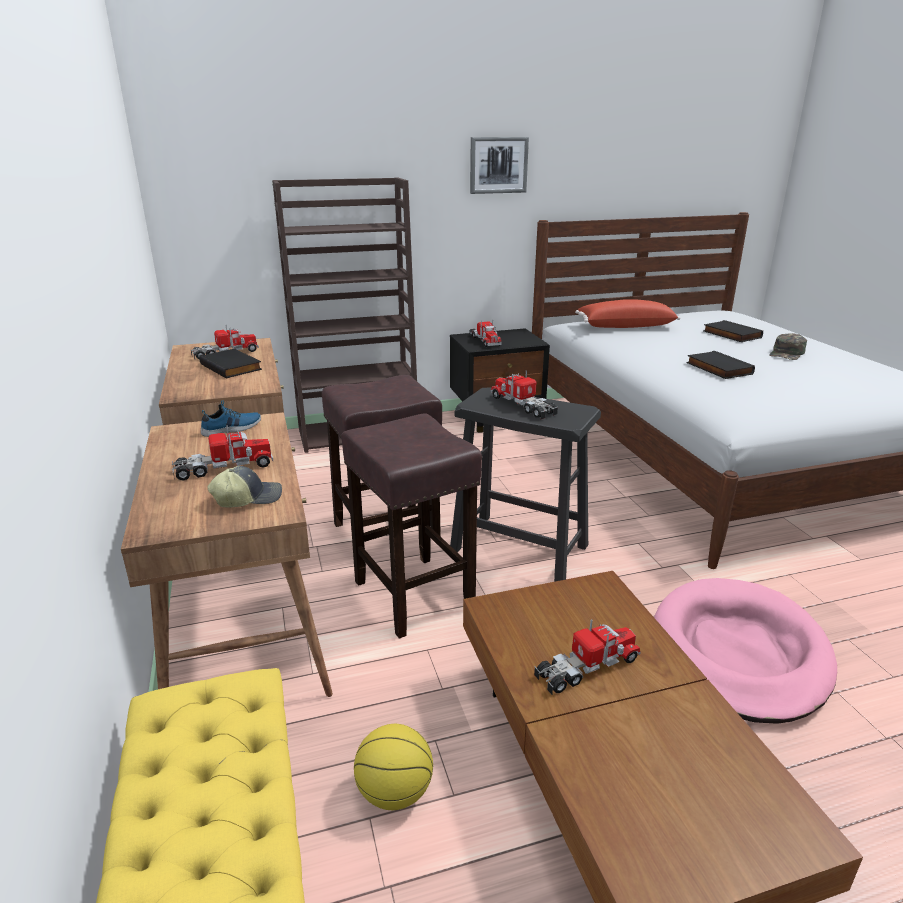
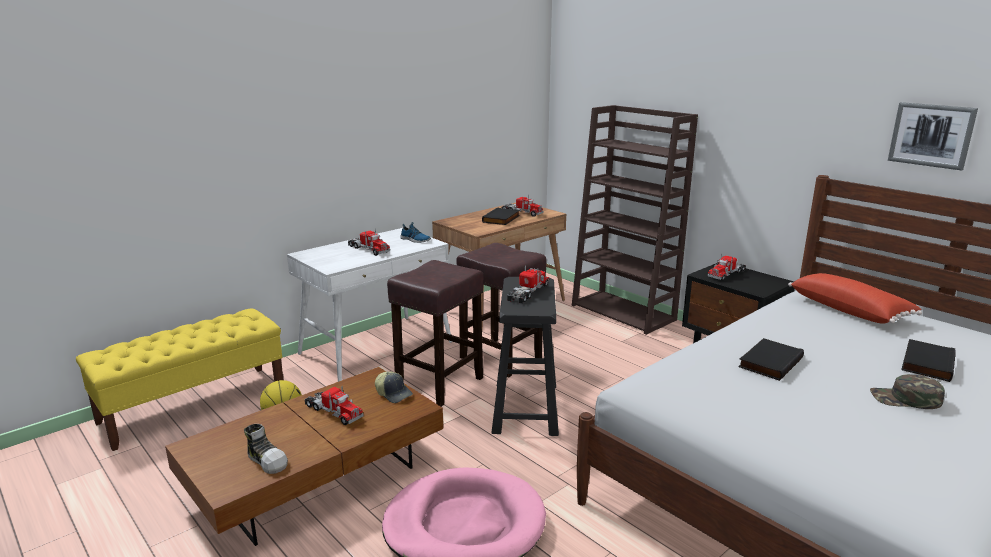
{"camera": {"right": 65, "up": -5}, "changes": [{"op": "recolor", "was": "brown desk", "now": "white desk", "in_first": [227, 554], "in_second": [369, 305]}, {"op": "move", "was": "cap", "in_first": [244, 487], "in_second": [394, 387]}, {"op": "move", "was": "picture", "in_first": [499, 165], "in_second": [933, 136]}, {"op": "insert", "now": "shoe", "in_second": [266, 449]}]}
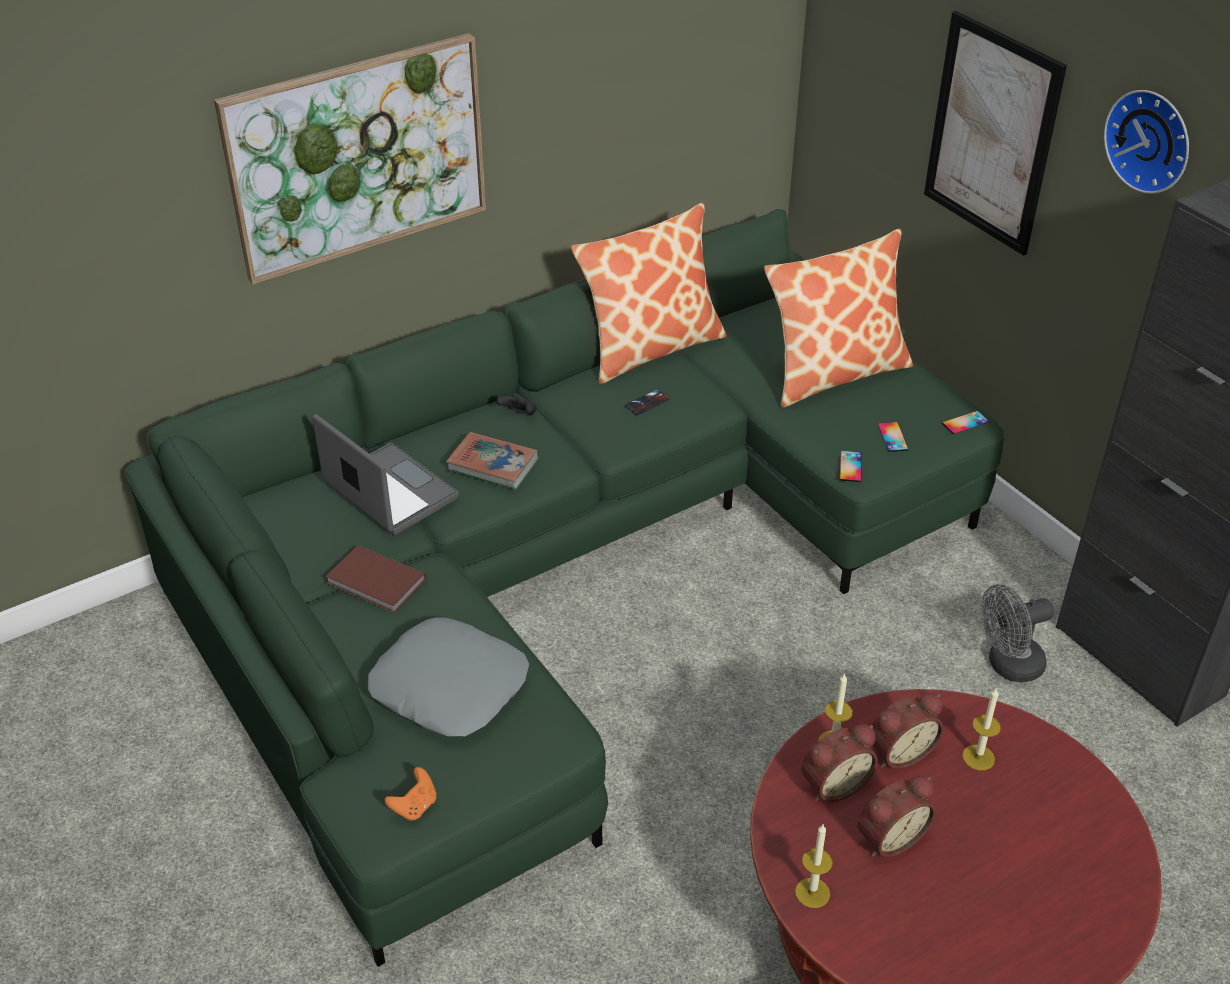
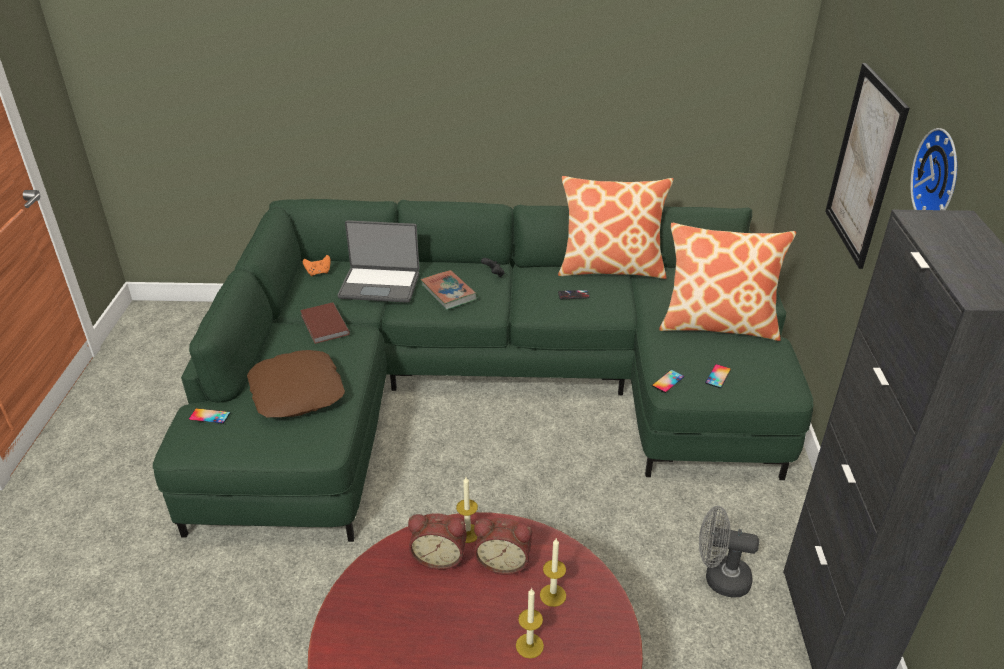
{"camera": {"right": 35, "up": -5}, "changes": [{"op": "delete", "was": "picture", "in_first": [350, 158]}, {"op": "rotate", "was": "laptop", "in_first": [385, 474], "in_second": [378, 261], "clockwise": 105}, {"op": "recolor", "was": "grey pillow", "now": "brown pillow", "in_first": [448, 676], "in_second": [296, 383]}, {"op": "move", "was": "orange game controller", "in_first": [410, 794], "in_second": [317, 265]}, {"op": "move", "was": "candle", "in_first": [814, 866], "in_second": [530, 623]}, {"op": "delete", "was": "alarm clock", "in_first": [896, 816]}, {"op": "move", "was": "phone", "in_first": [965, 422], "in_second": [209, 416]}]}
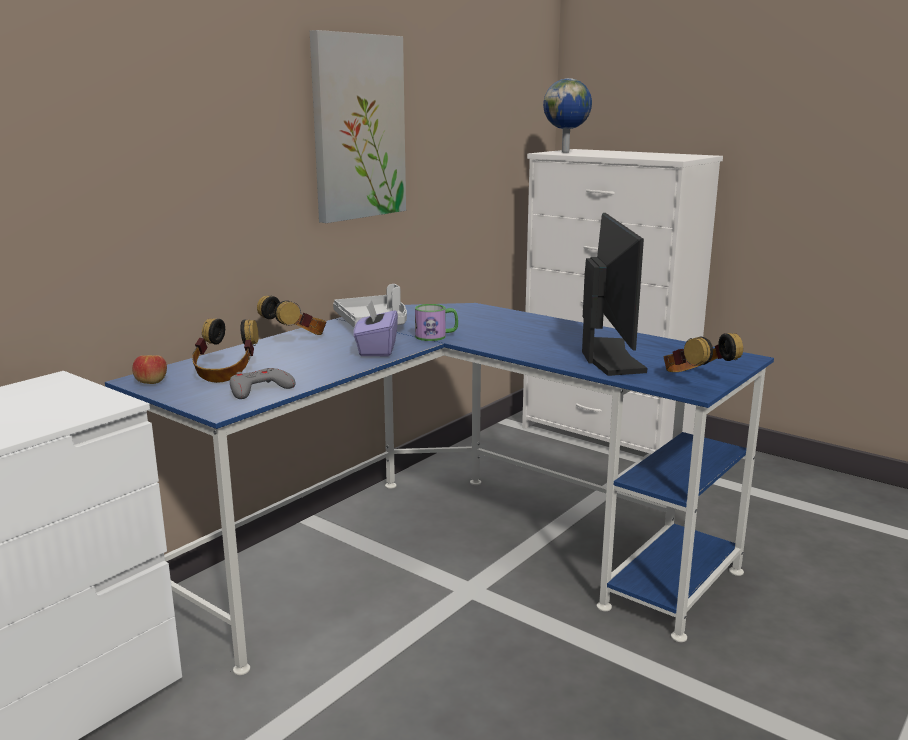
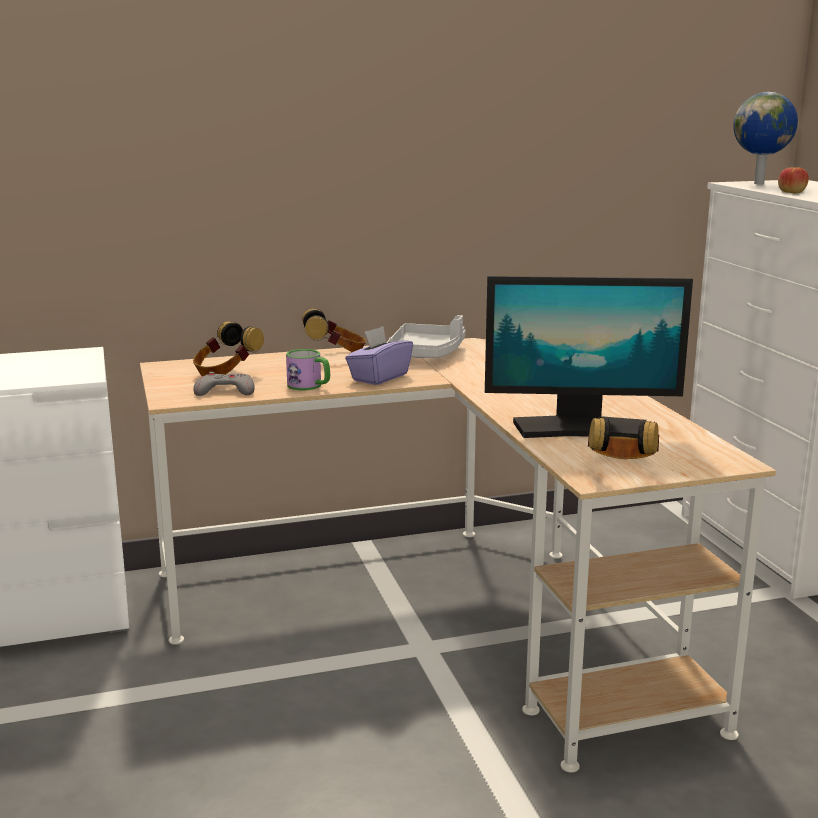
{"camera": {"right": 35, "up": 0}, "changes": [{"op": "recolor", "was": "blue desk", "now": "beige desk", "in_first": [439, 489], "in_second": [458, 555]}, {"op": "move", "was": "apple", "in_first": [149, 369], "in_second": [793, 180]}, {"op": "delete", "was": "picture", "in_first": [358, 126]}, {"op": "move", "was": "mug", "in_first": [436, 322], "in_second": [308, 370]}, {"op": "rotate", "was": "monitor", "in_first": [614, 294], "in_second": [589, 357], "clockwise": 60}]}
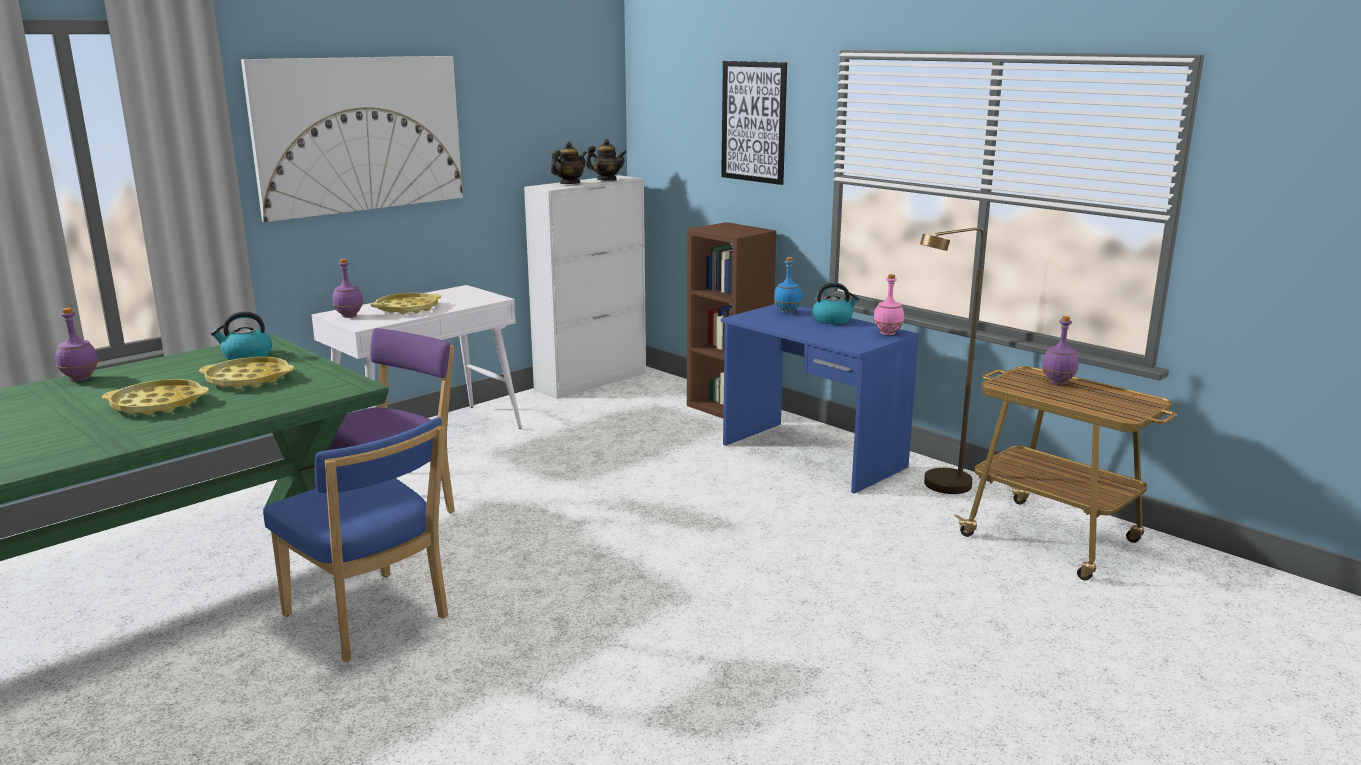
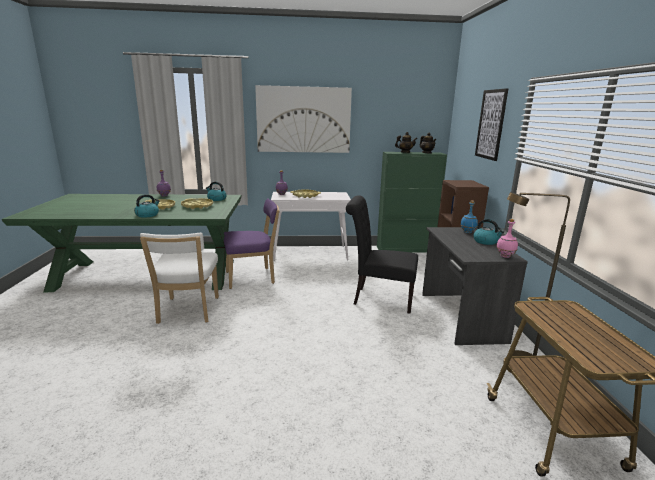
{"camera": {"right": 40, "up": 0}, "changes": [{"op": "recolor", "was": "blue chair", "now": "white chair", "in_first": [355, 540], "in_second": [179, 278]}, {"op": "recolor", "was": "white cabinet", "now": "green cabinet", "in_first": [585, 287], "in_second": [412, 202]}, {"op": "recolor", "was": "blue desk", "now": "grey desk", "in_first": [820, 399], "in_second": [475, 286]}, {"op": "delete", "was": "purple bottle", "in_first": [1060, 350]}, {"op": "insert", "now": "kettle", "in_second": [147, 206]}, {"op": "insert", "now": "black chair", "in_second": [382, 254]}]}
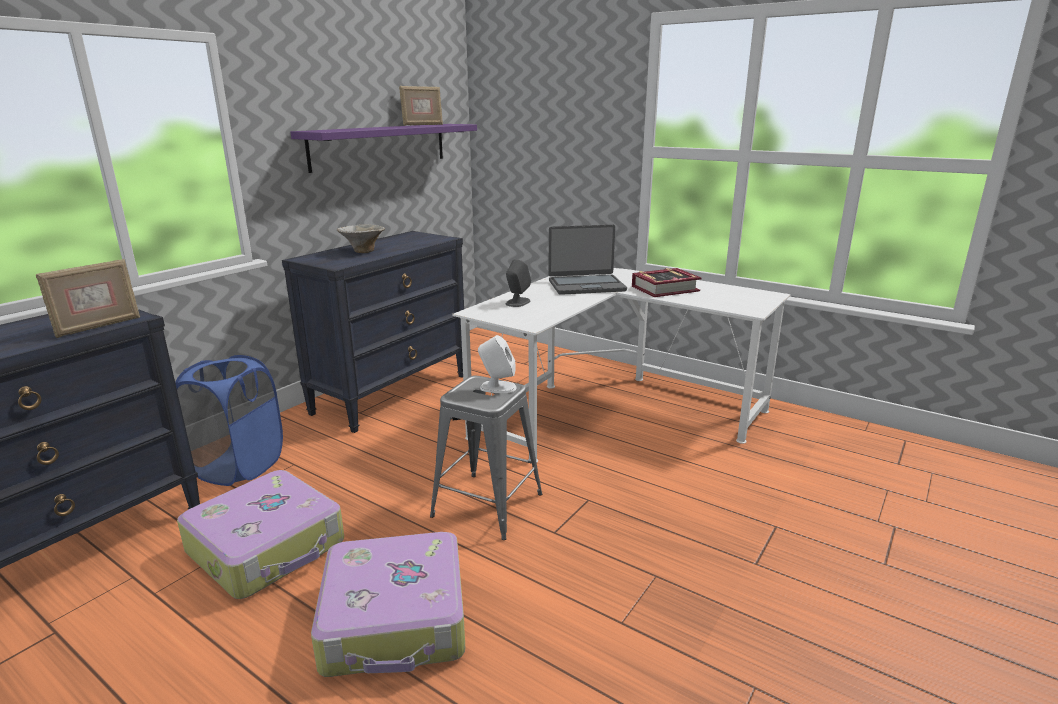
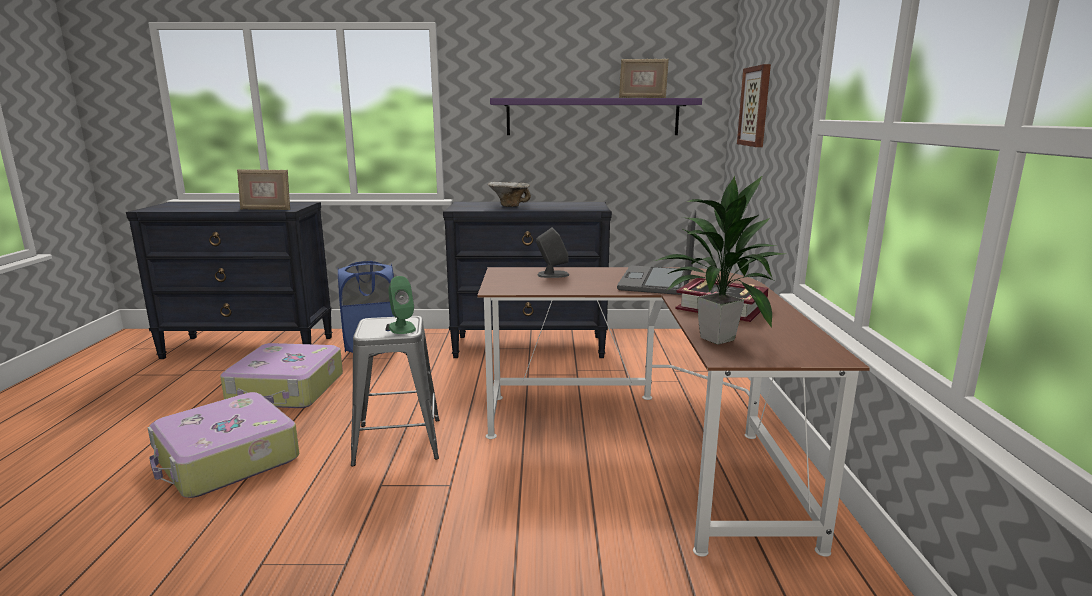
{"camera": {"right": 55, "up": -5}, "changes": [{"op": "recolor", "was": "white desk", "now": "brown desk", "in_first": [621, 365], "in_second": [673, 412]}, {"op": "recolor", "was": "white speaker", "now": "green speaker", "in_first": [497, 364], "in_second": [402, 305]}, {"op": "rotate", "was": "laptop", "in_first": [587, 260], "in_second": [656, 252], "clockwise": 60}, {"op": "insert", "now": "potted plant", "in_second": [719, 259]}, {"op": "insert", "now": "picture", "in_second": [754, 105]}]}
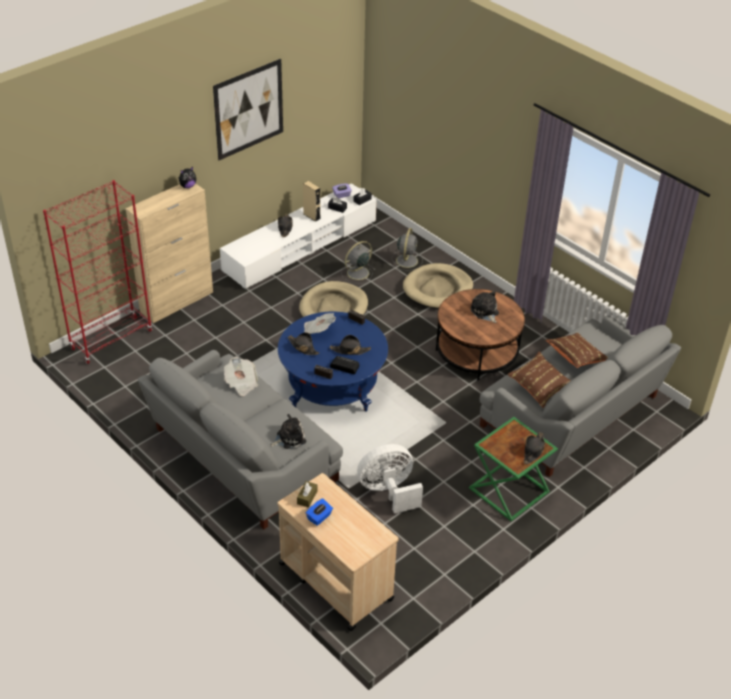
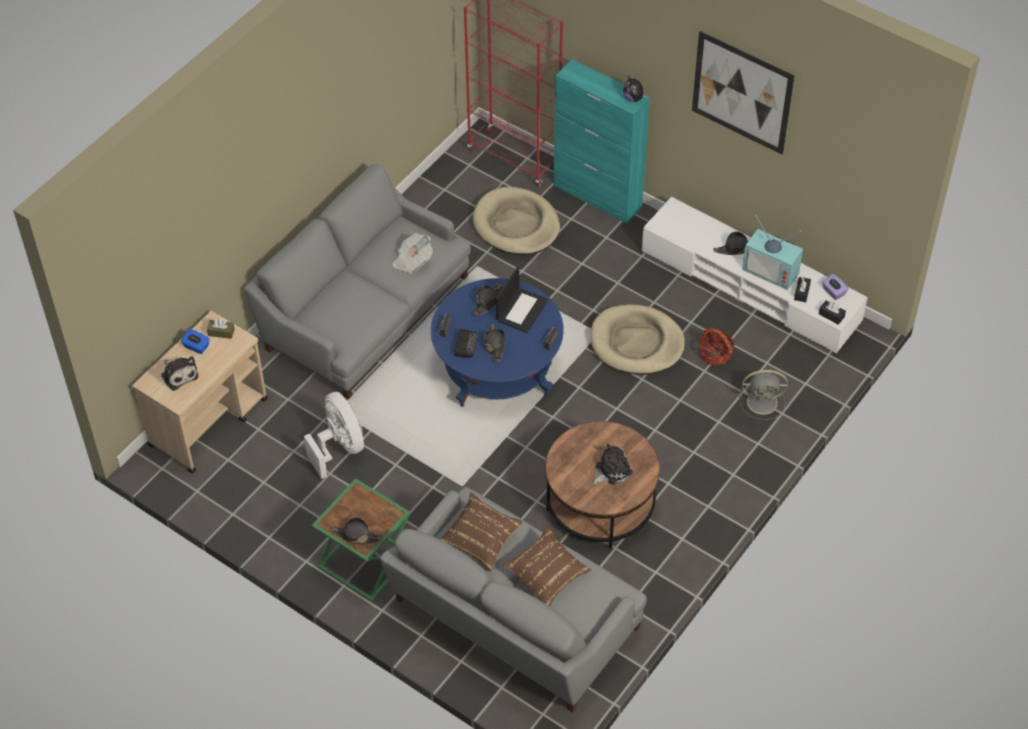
{"camera": {"right": 80, "up": 10}, "changes": [{"op": "recolor", "was": "beige cabinet", "now": "turquoise cabinet", "in_first": [169, 253], "in_second": [602, 141]}, {"op": "move", "was": "plush toy", "in_first": [288, 431], "in_second": [179, 373]}, {"op": "replace", "was": "beige speaker", "now": "television", "in_first": [311, 201], "in_second": [772, 252]}, {"op": "replace", "was": "newspaper", "now": "laptop", "in_first": [320, 323], "in_second": [522, 300]}, {"op": "replace", "was": "grey fan", "now": "basket", "in_first": [358, 262], "in_second": [717, 346]}, {"op": "move", "was": "beige dog bed", "in_first": [438, 286], "in_second": [516, 220]}]}
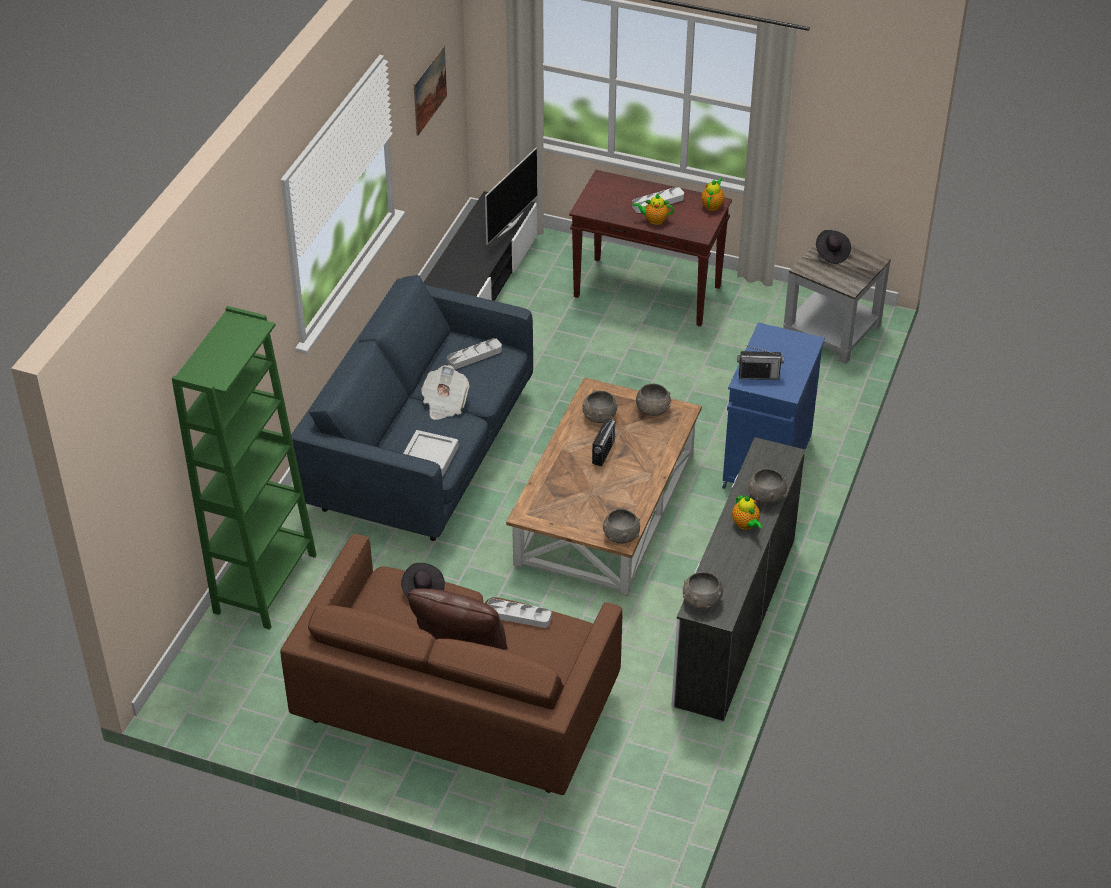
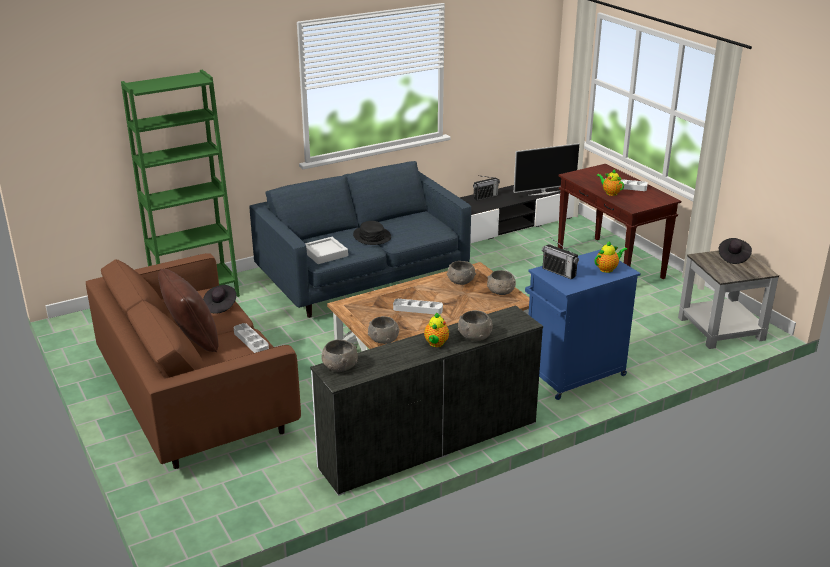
{"camera": {"right": 40, "up": -15}, "changes": [{"op": "delete", "was": "picture", "in_first": [430, 90]}, {"op": "replace", "was": "newspaper", "now": "black hat", "in_first": [445, 392], "in_second": [372, 233]}, {"op": "move", "was": "grey tray", "in_first": [474, 353], "in_second": [418, 307]}, {"op": "move", "was": "radio", "in_first": [604, 442], "in_second": [486, 188]}, {"op": "move", "was": "teapot", "in_first": [713, 194], "in_second": [611, 257]}]}
